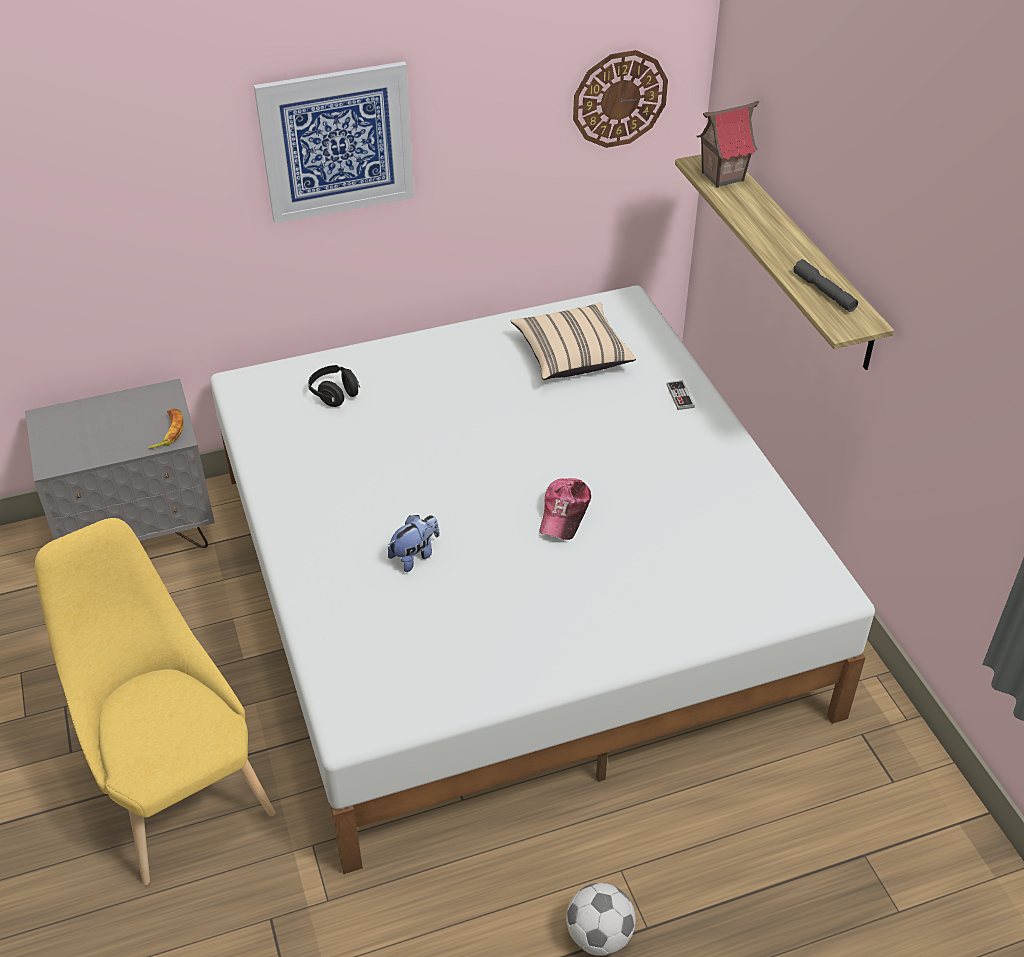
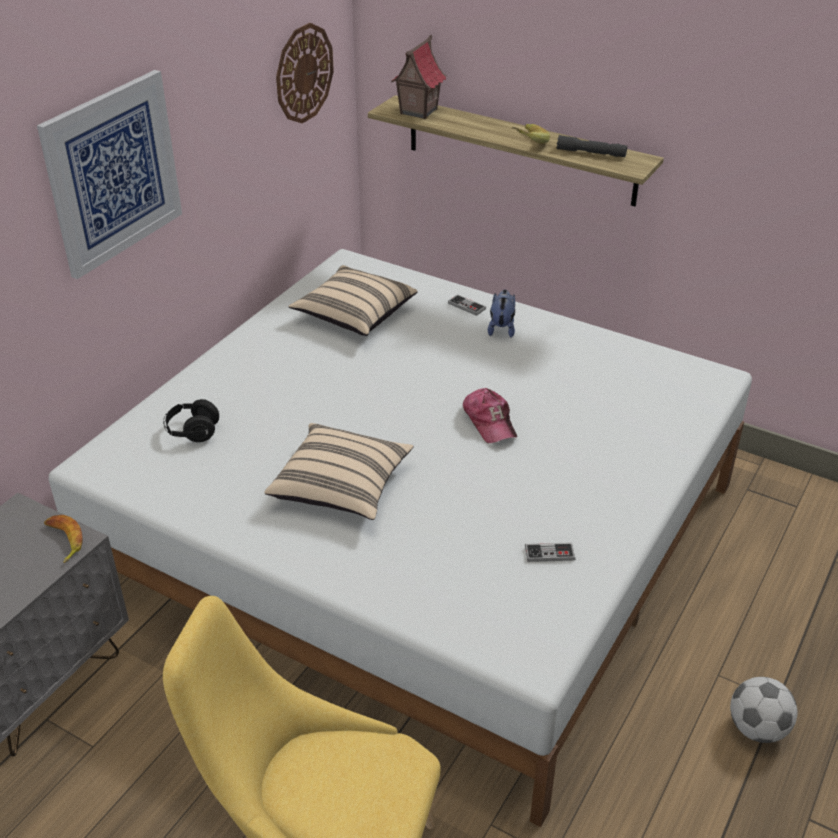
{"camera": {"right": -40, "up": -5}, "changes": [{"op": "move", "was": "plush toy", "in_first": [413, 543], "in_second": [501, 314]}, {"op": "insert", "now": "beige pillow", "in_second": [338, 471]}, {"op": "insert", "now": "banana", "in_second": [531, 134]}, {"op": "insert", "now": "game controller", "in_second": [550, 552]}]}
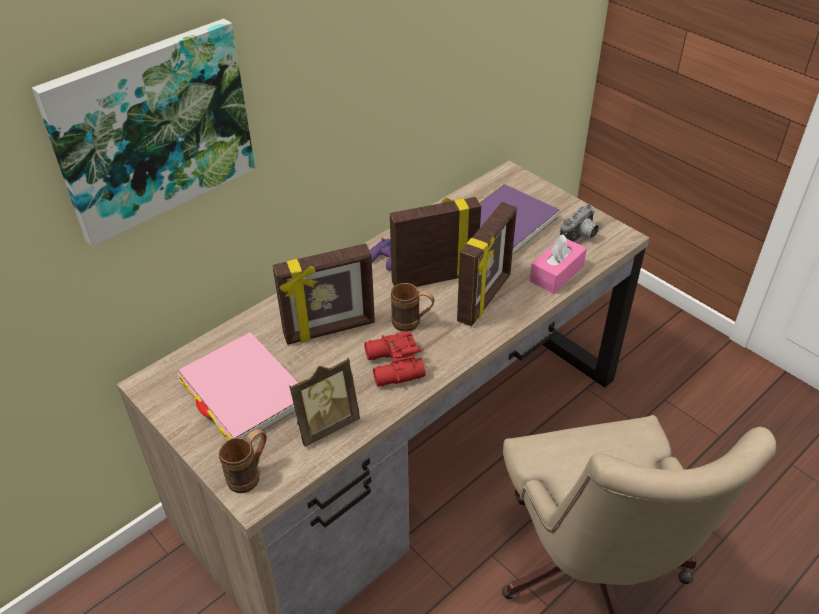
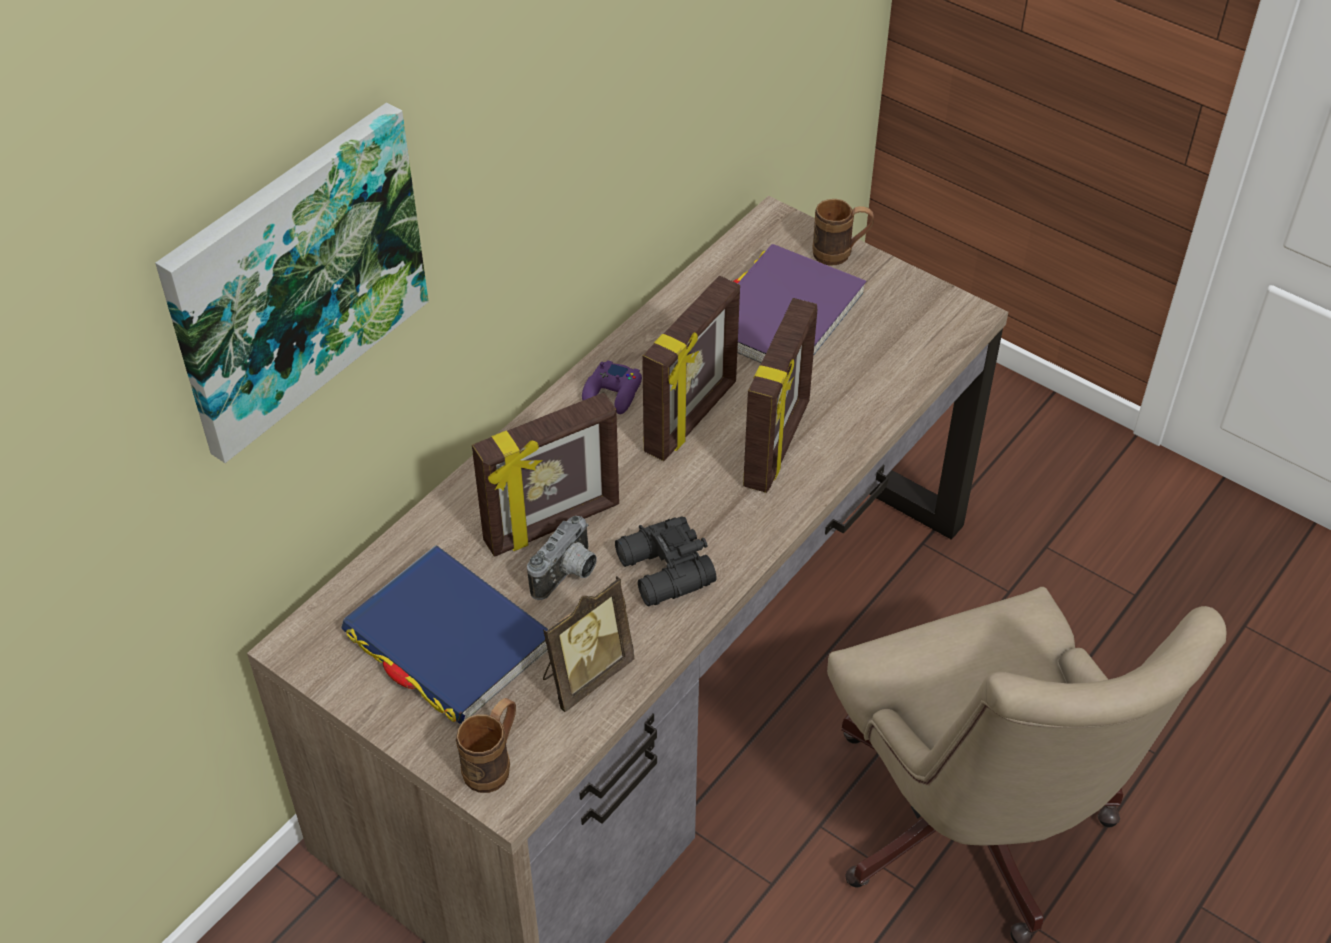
{"camera": {"right": -10, "up": 5}, "changes": [{"op": "recolor", "was": "pink book", "now": "blue book", "in_first": [237, 386], "in_second": [444, 635]}, {"op": "recolor", "was": "red binoculars", "now": "black binoculars", "in_first": [394, 359], "in_second": [666, 561]}, {"op": "rotate", "was": "picture frame", "in_first": [435, 242], "in_second": [691, 368], "clockwise": 150}, {"op": "move", "was": "brown mug", "in_first": [413, 307], "in_second": [843, 232]}, {"op": "delete", "was": "pink tissue box", "in_first": [558, 264]}, {"op": "move", "was": "photo camera", "in_first": [579, 223], "in_second": [562, 558]}]}
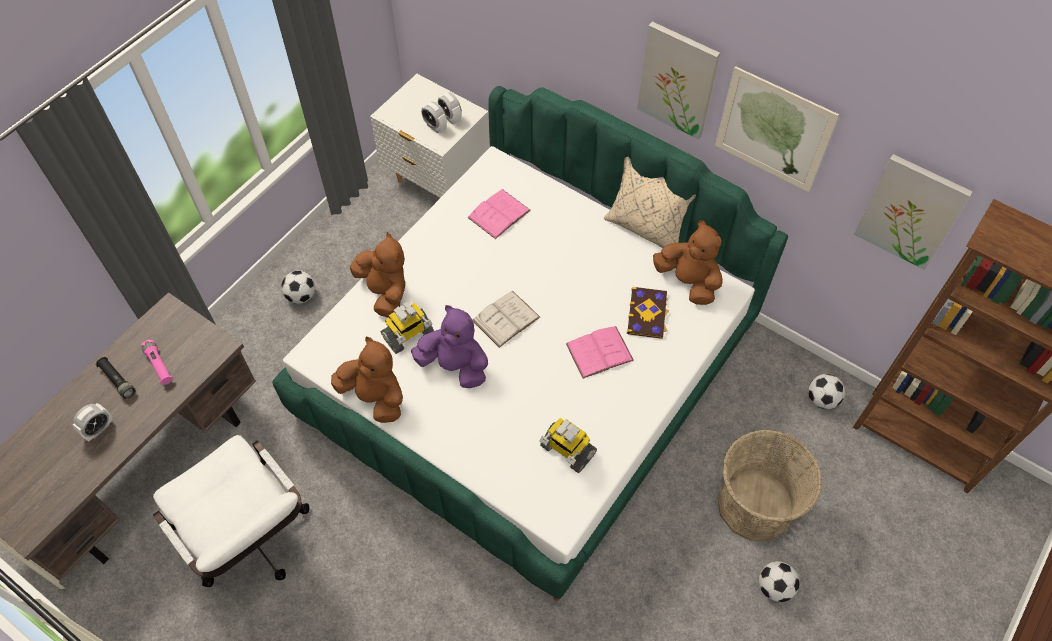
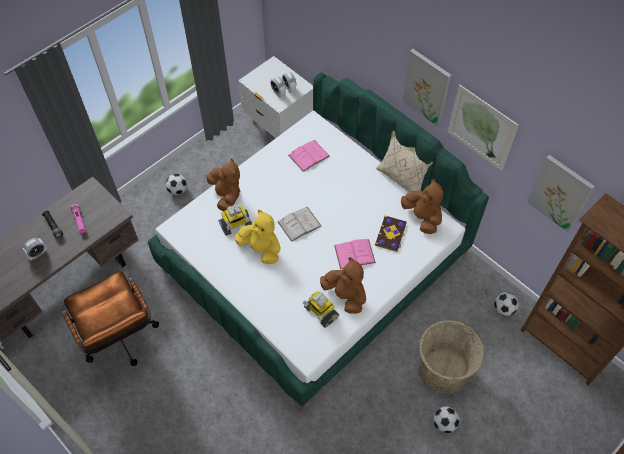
{"camera": {"right": 10, "up": 0}, "changes": [{"op": "recolor", "was": "white office chair", "now": "brown office chair", "in_first": [231, 511], "in_second": [110, 318]}, {"op": "move", "was": "brown plush toy", "in_first": [367, 380], "in_second": [343, 285]}, {"op": "recolor", "was": "purple plush toy", "now": "yellow plush toy", "in_first": [449, 346], "in_second": [257, 237]}]}
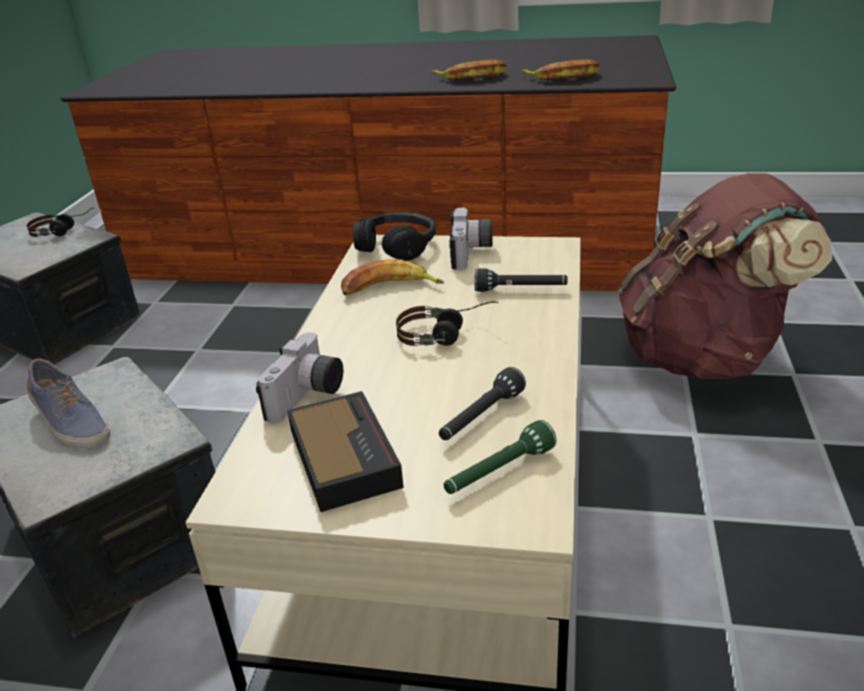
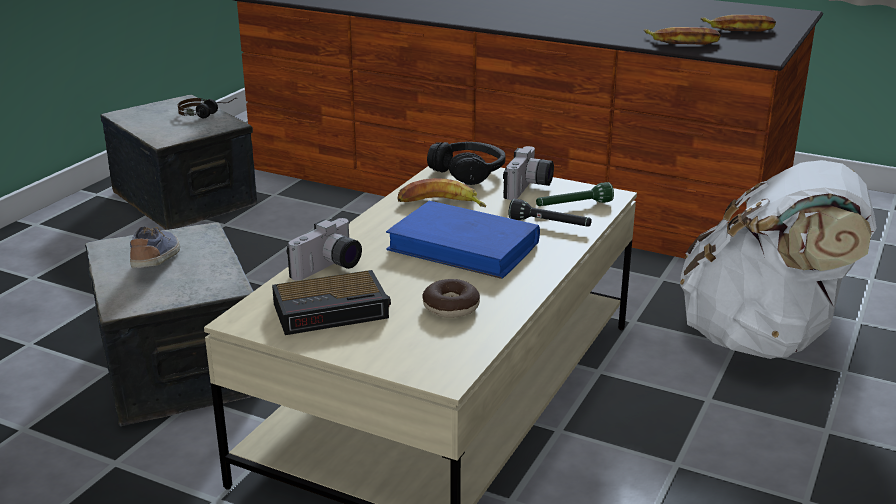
{"camera": {"right": 15, "up": -5}, "changes": [{"op": "rotate", "was": "shoe", "in_first": [68, 404], "in_second": [155, 247], "clockwise": -150}, {"op": "rotate", "was": "alarm clock", "in_first": [345, 451], "in_second": [331, 302], "clockwise": 75}, {"op": "replace", "was": "headphones", "now": "blue book", "in_first": [447, 323], "in_second": [463, 240]}, {"op": "move", "was": "banana", "in_first": [469, 70], "in_second": [738, 23]}, {"op": "replace", "was": "black flashlight", "now": "donut", "in_first": [482, 403], "in_second": [451, 298]}, {"op": "move", "was": "green flashlight", "in_first": [500, 457], "in_second": [575, 194]}, {"op": "recolor", "was": "brown backpack", "now": "white backpack", "in_first": [725, 276], "in_second": [778, 259]}]}
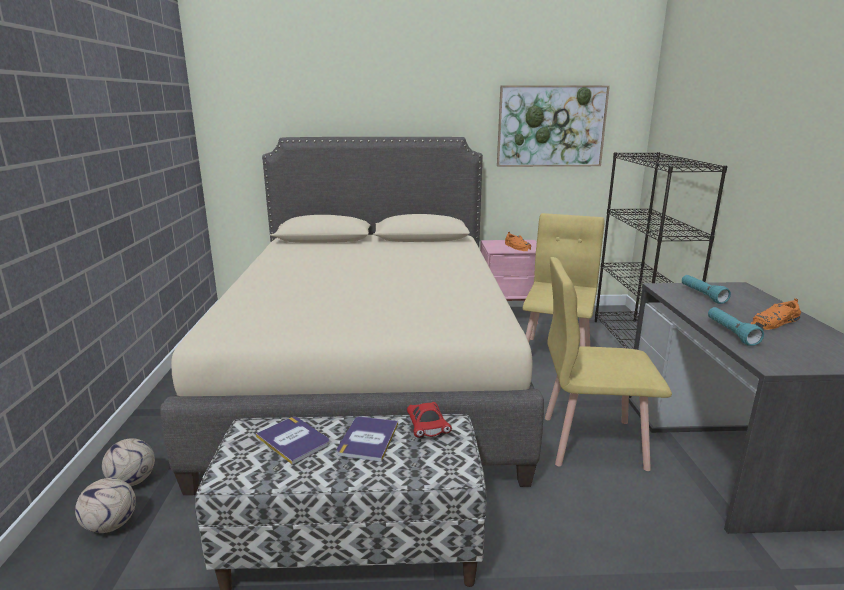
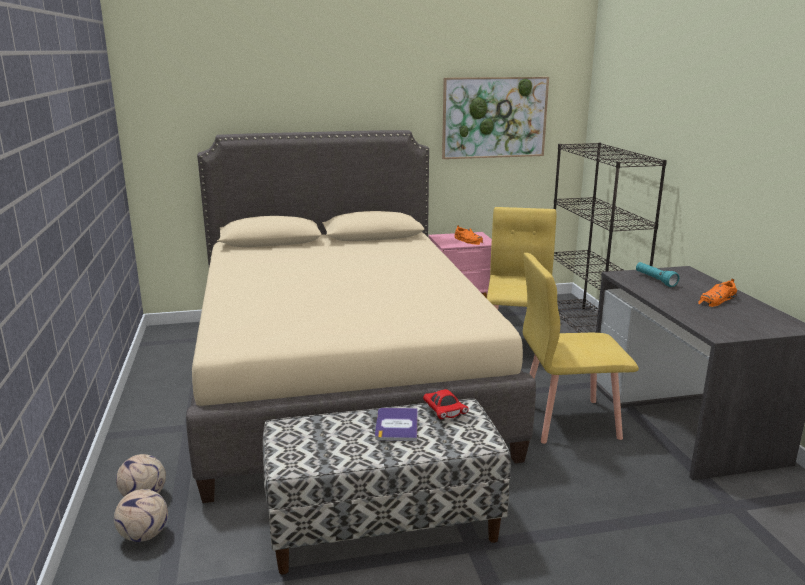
{"camera": {"right": -10, "up": 0}, "changes": [{"op": "delete", "was": "book", "in_first": [292, 441]}, {"op": "delete", "was": "turquoise flashlight", "in_first": [736, 326]}]}
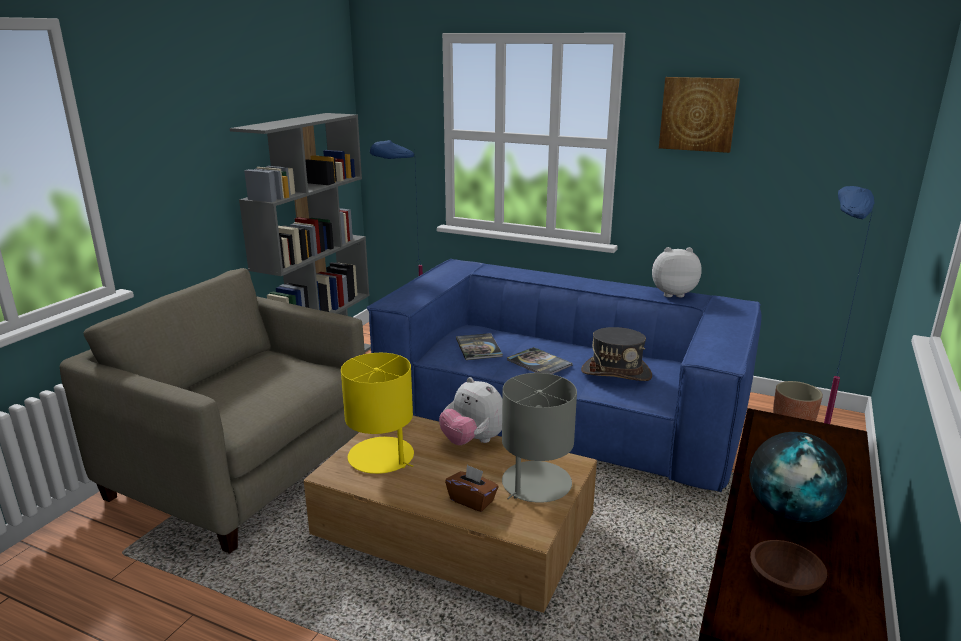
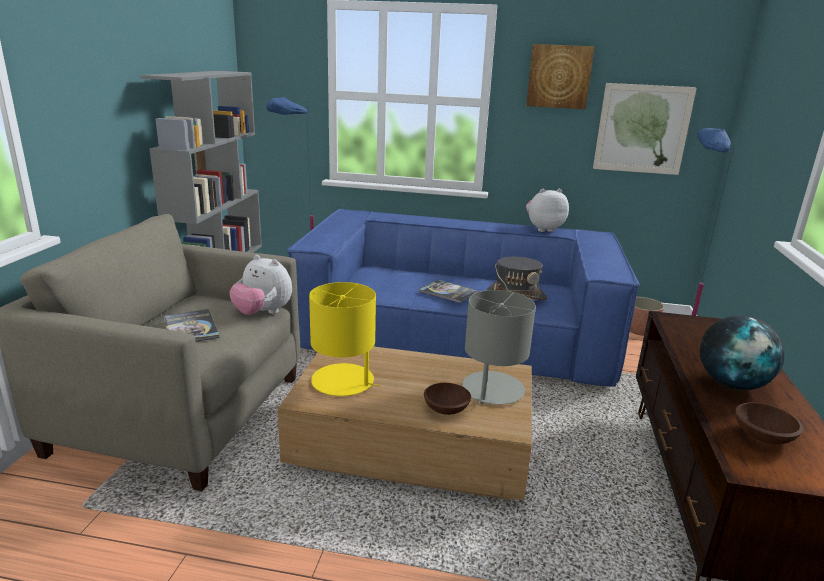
{"camera": {"right": -15, "up": 0}, "changes": [{"op": "move", "was": "plush toy", "in_first": [470, 411], "in_second": [261, 285]}, {"op": "replace", "was": "brown tissue box", "now": "brown bowl", "in_first": [472, 488], "in_second": [447, 399]}, {"op": "move", "was": "book", "in_first": [479, 346], "in_second": [191, 325]}, {"op": "insert", "now": "picture", "in_second": [645, 129]}]}
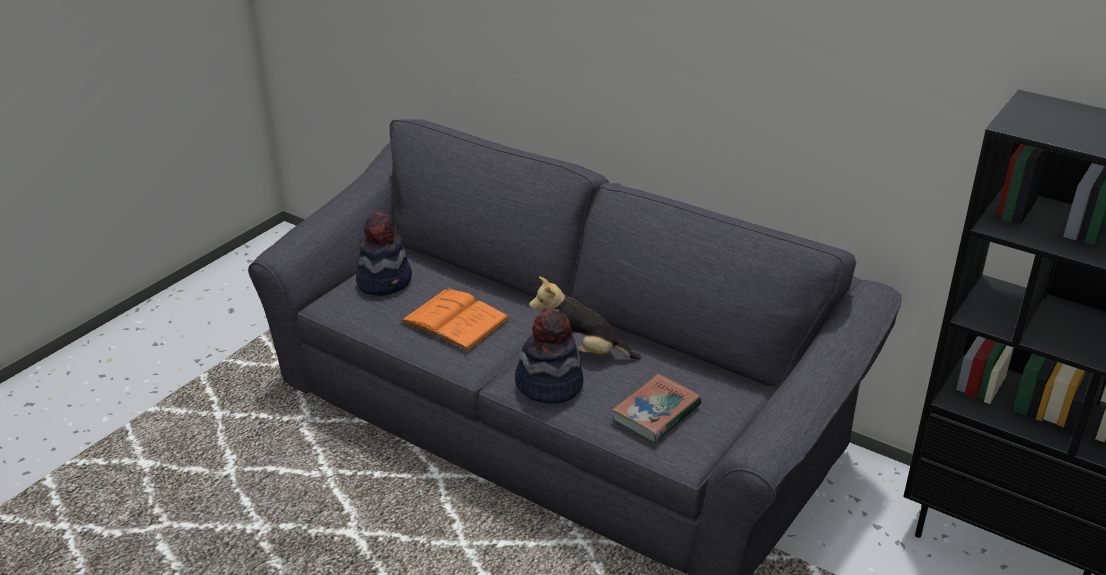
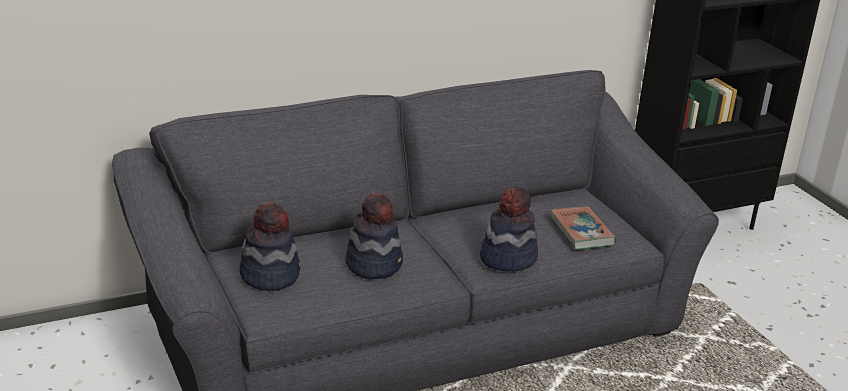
{"camera": {"right": -60, "up": -5}, "changes": [{"op": "replace", "was": "orange book", "now": "hat", "in_first": [455, 320], "in_second": [374, 236]}, {"op": "delete", "was": "plush toy", "in_first": [585, 318]}]}
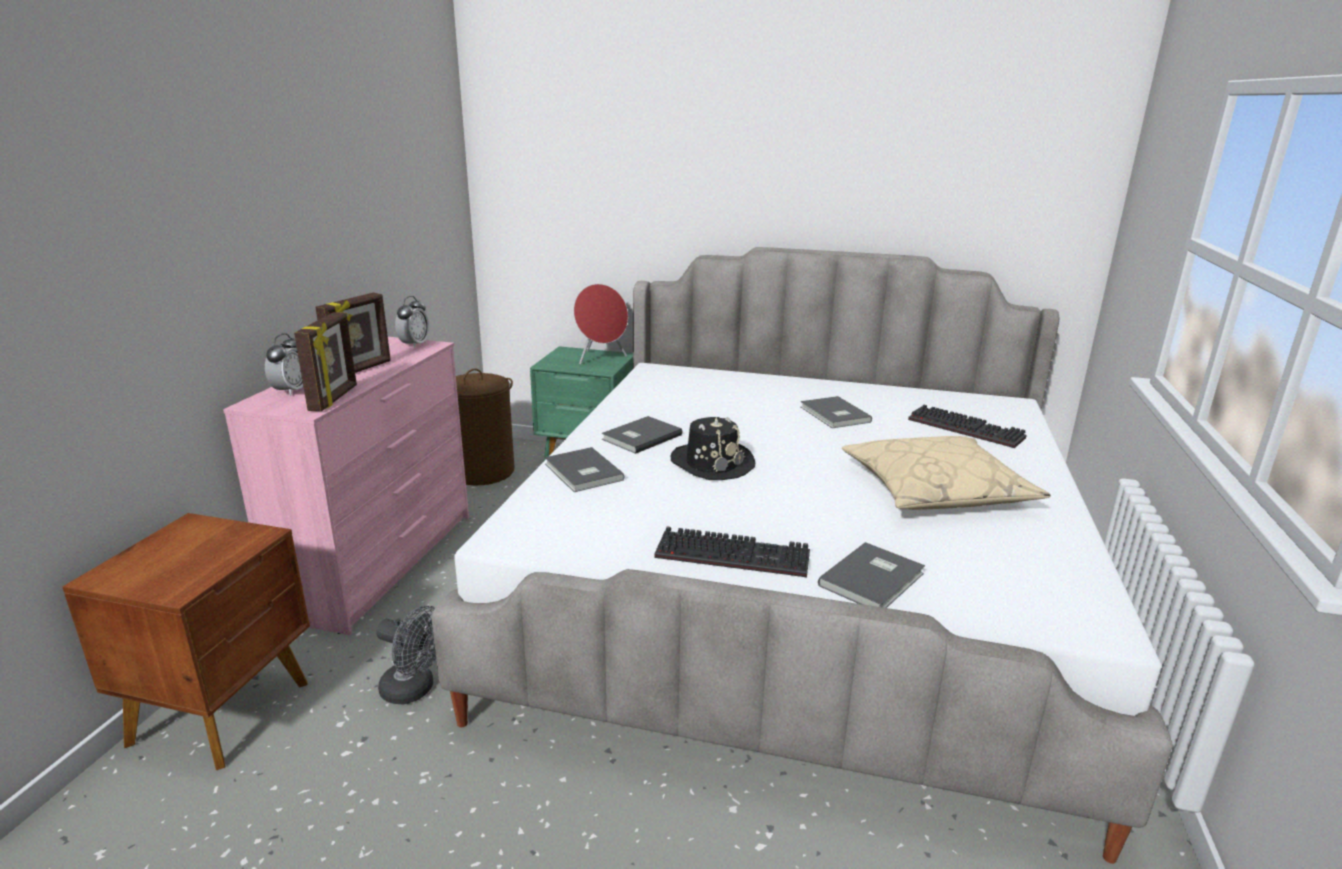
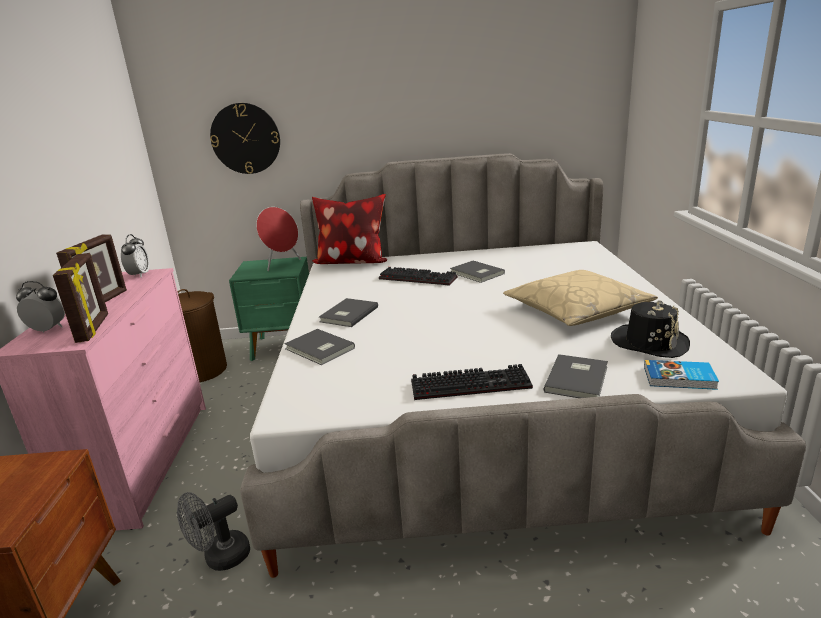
{"camera": {"right": -15, "up": 0}, "changes": [{"op": "rotate", "was": "alarm clock", "in_first": [284, 364], "in_second": [40, 307], "clockwise": -75}, {"op": "rotate", "was": "grey fan", "in_first": [406, 655], "in_second": [213, 531], "clockwise": 135}, {"op": "move", "was": "black hat", "in_first": [713, 448], "in_second": [650, 329]}, {"op": "move", "was": "keyboard", "in_first": [967, 426], "in_second": [418, 276]}, {"op": "insert", "now": "wall clock", "in_second": [245, 138]}, {"op": "insert", "now": "pillow", "in_second": [349, 229]}, {"op": "insert", "now": "book", "in_second": [681, 375]}]}
